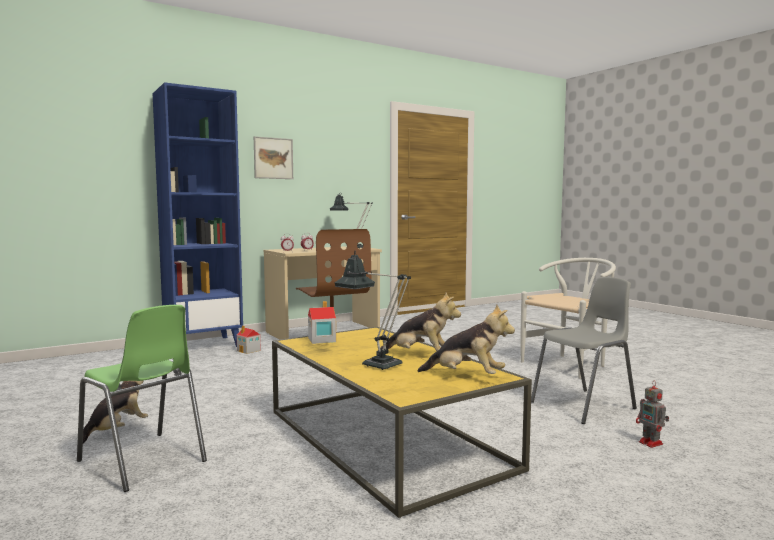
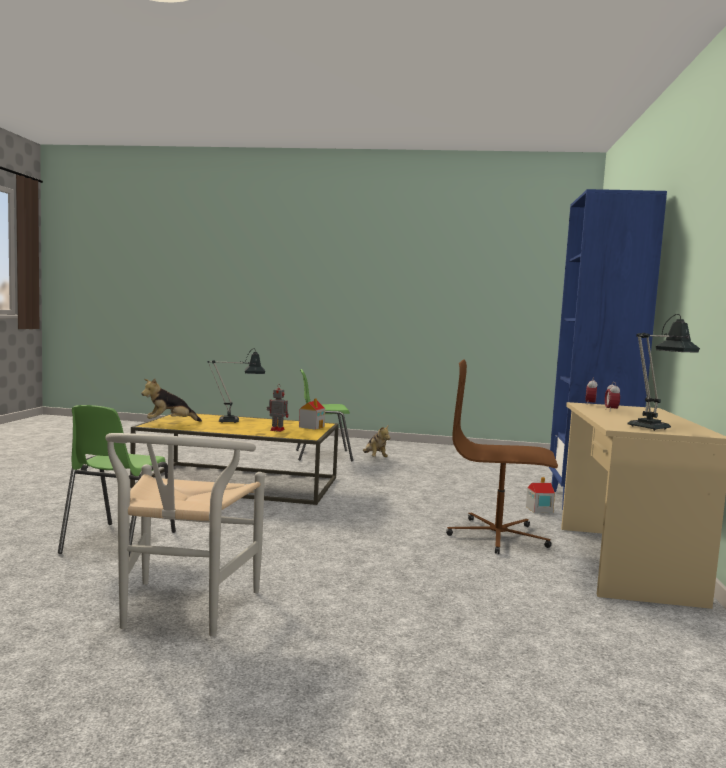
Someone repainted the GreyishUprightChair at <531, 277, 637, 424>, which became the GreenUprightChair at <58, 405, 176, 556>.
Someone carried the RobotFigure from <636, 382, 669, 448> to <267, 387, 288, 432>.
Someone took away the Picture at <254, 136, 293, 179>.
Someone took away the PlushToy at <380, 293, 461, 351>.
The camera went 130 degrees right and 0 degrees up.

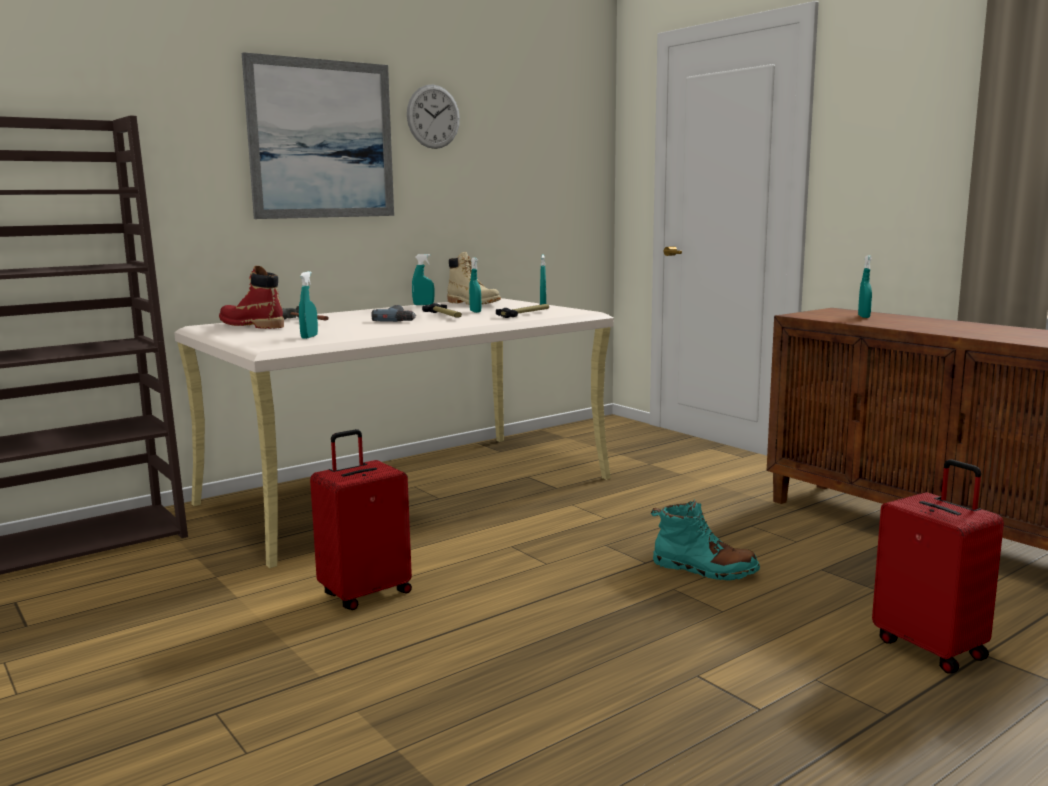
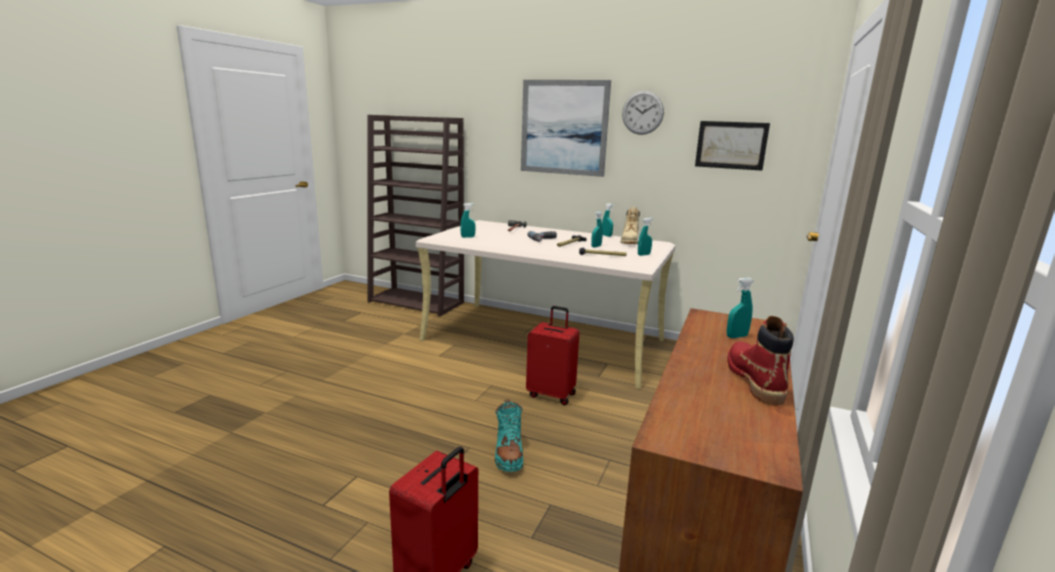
Someone carried the ReddishTravelCase from <310, 429, 412, 610> to <526, 306, 580, 405>.
Someone put up the Picture at <695, 121, 770, 171>.
Someone carried the ReddishHighTopBoot from <219, 266, 284, 329> to <727, 316, 794, 406>.
The camera went 60 degrees right and 5 degrees up.

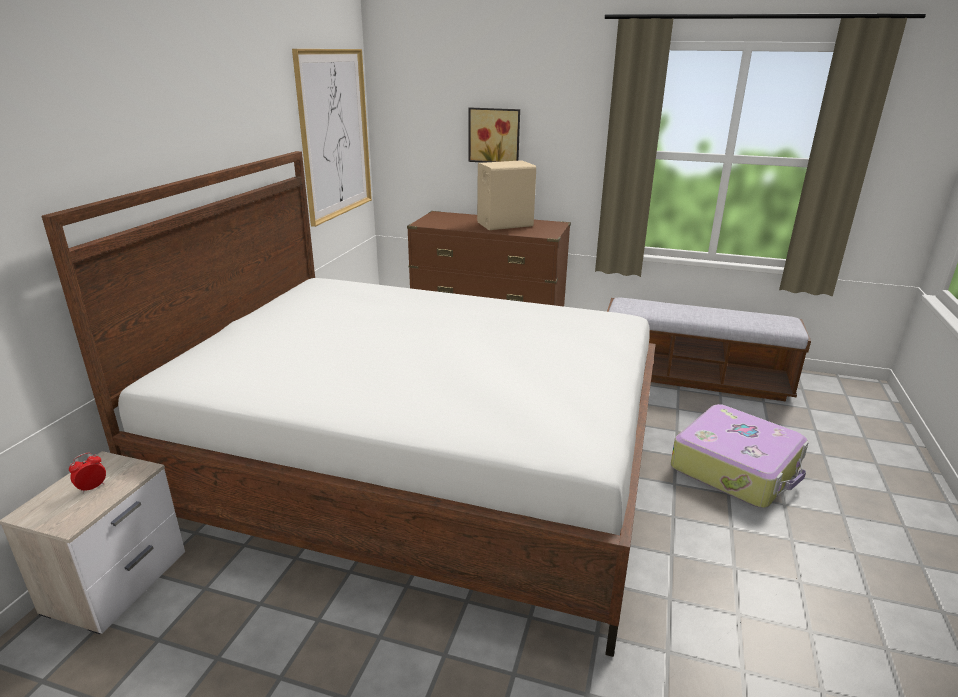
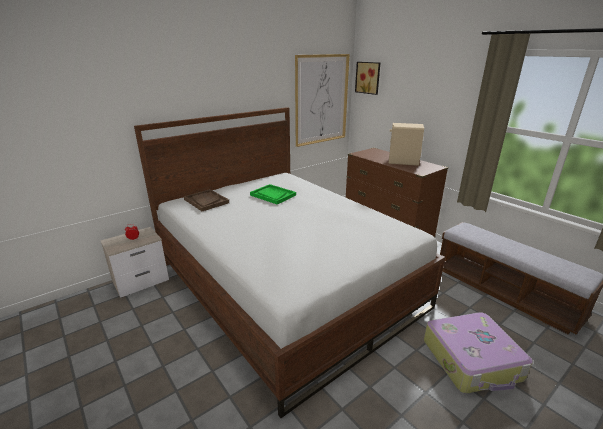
Someone put down the BrownCarryingTray at <184, 189, 229, 211>.
Someone put down the GreenCarryingTray at <250, 184, 296, 204>.
Someone carried the Picture from <468, 108, 520, 163> to <355, 62, 380, 95>.
The camera went 35 degrees right and 0 degrees up.

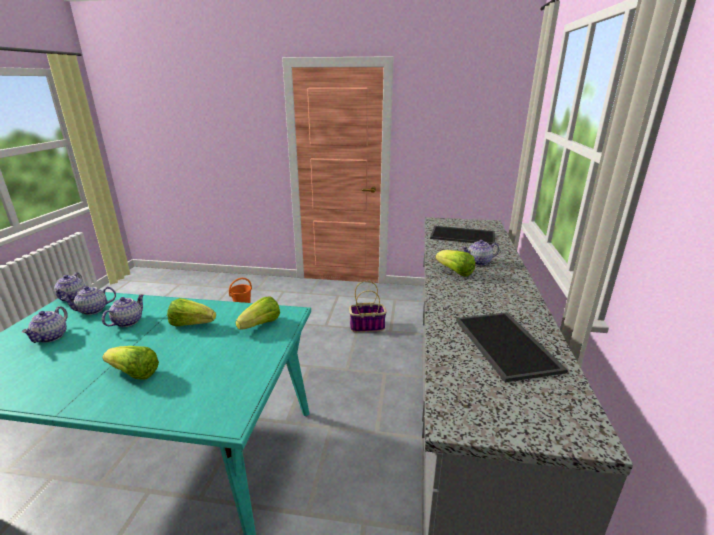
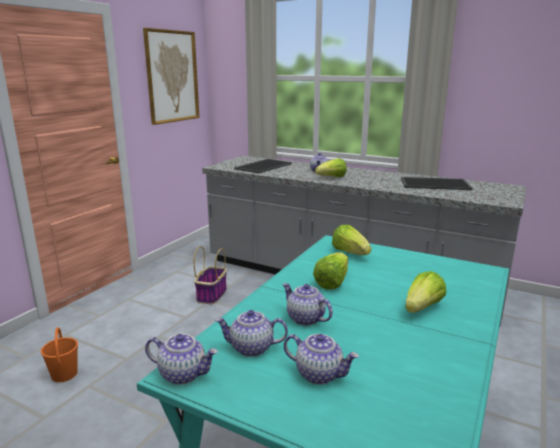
Someone put up the Picture at <143, 28, 200, 125>.
Someone rotated the Teapot at <61, 286, 116, 315> by 105 degrees clockwise.
The camera went 70 degrees left and 5 degrees down.

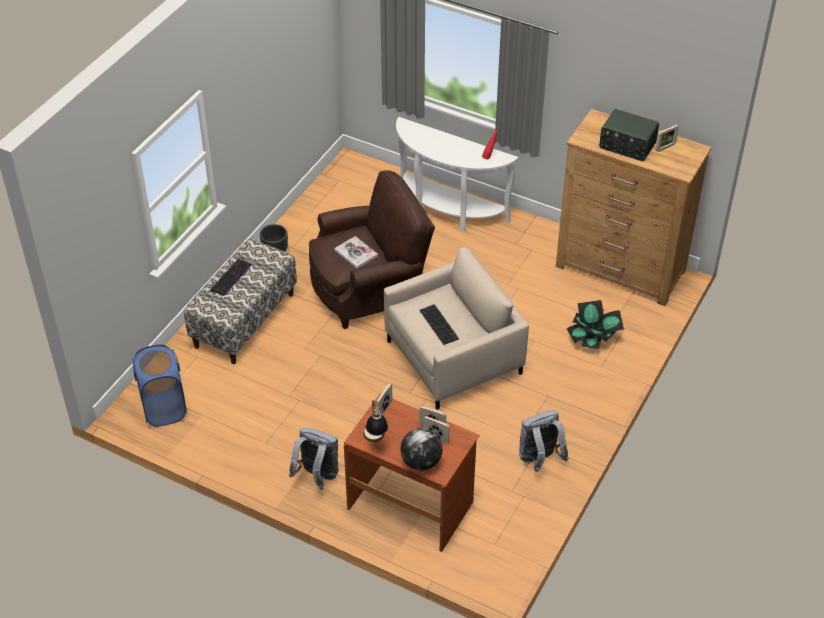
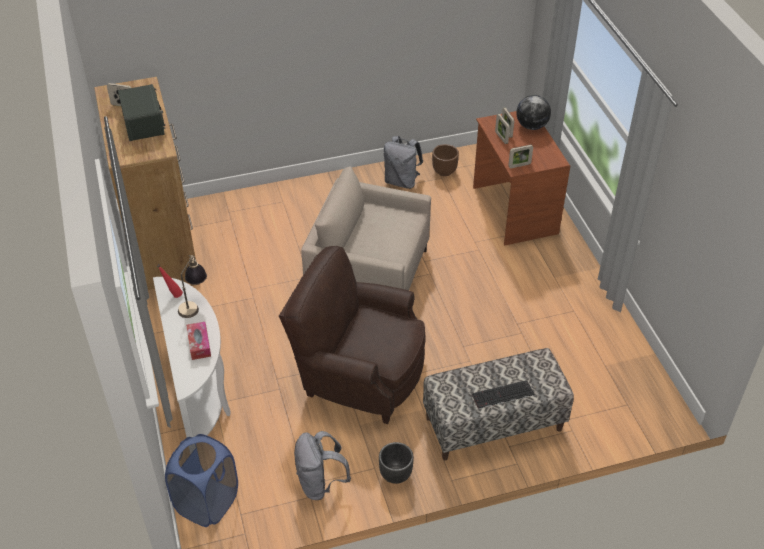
Someone carried the BluishLaundryBasket from <132, 345, 187, 427> to <165, 434, 238, 527>.
Someone carried the TableLamp from <363, 400, 388, 442> to <178, 255, 207, 318>.
Someone put down the BoxOfTissues at <186, 322, 211, 360>.
Someone carried the GreyishBackpack from <289, 428, 339, 489> to <294, 431, 351, 500>.
Someone put down the BrownPlanter at <432, 144, 459, 176>.
Someone took away the Volume at <334, 236, 378, 269>.
Someone took away the ComputerKeyboard at <419, 304, 459, 345>.
Someone took away the Houseplant at <567, 300, 624, 349>.
The camera went 135 degrees left and 0 degrees up.

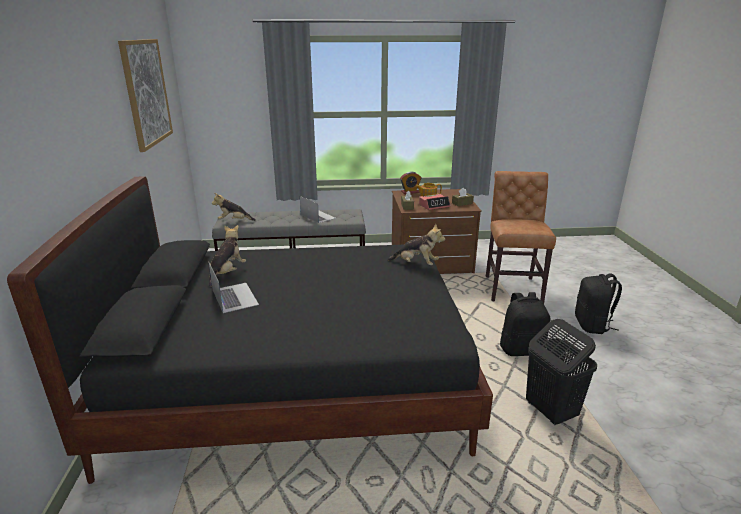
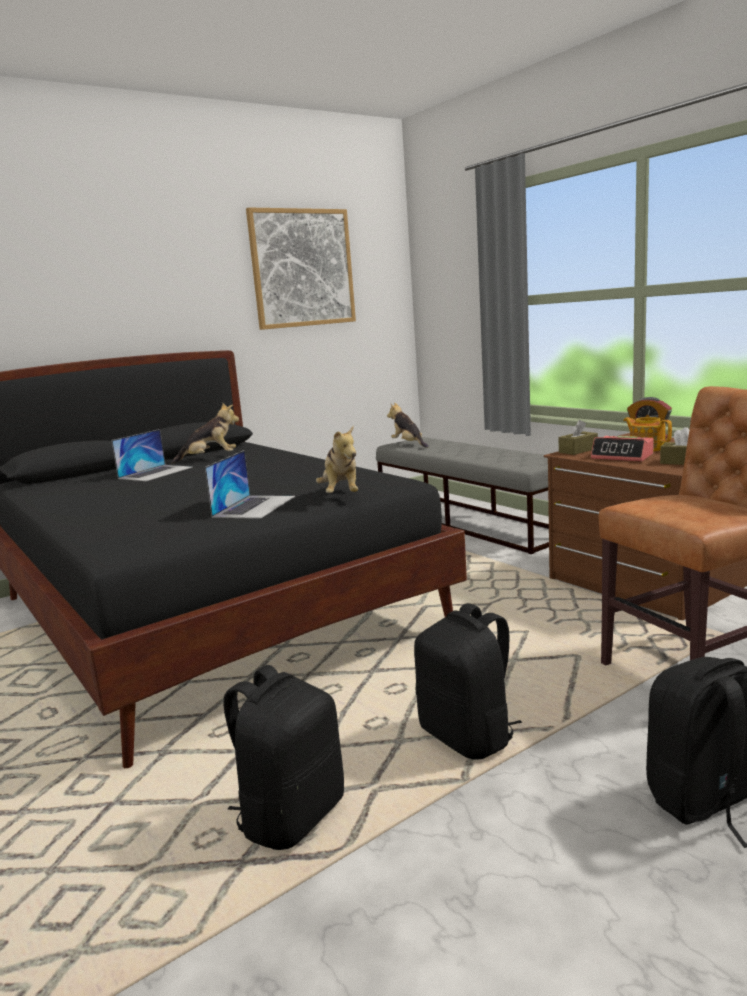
Someone carried the NotebookComputer from <300, 196, 336, 223> to <205, 450, 295, 519>.
Someone swapped the BlackLaundryBasket at <526, 319, 597, 425> for the BlackBackpack at <223, 665, 344, 850>.
The camera went 60 degrees right and 10 degrees down.

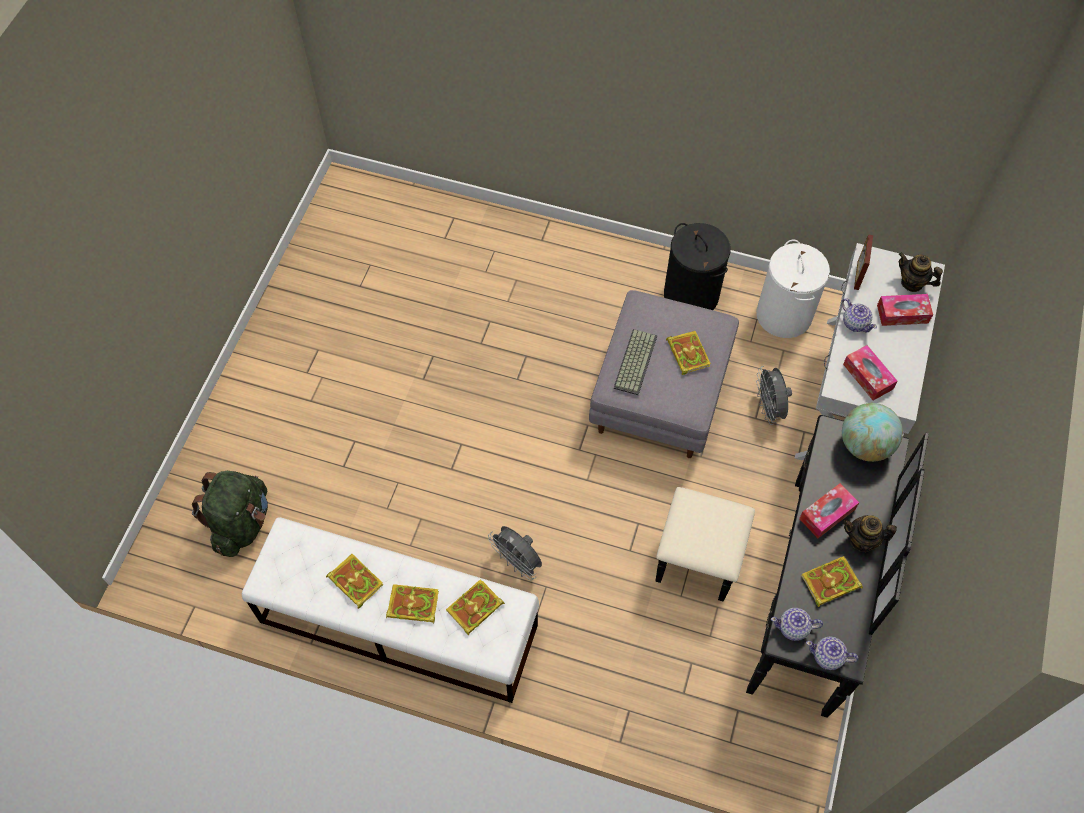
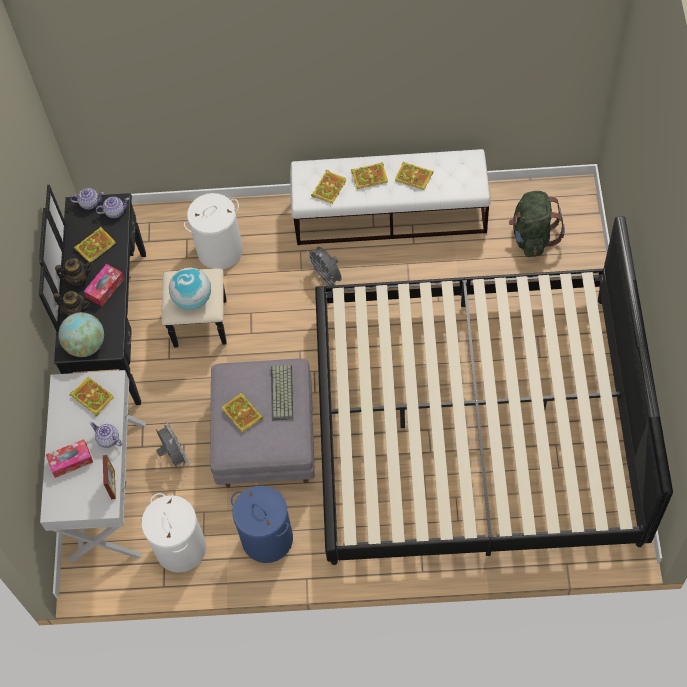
Someone carried the Teapot from <899, 252, 943, 292> to <53, 291, 90, 316>.
Someone swapped the BoxOfTissues at <843, 345, 898, 400> for the Volume at <69, 376, 114, 416>.
Someone put down the Globe at <169, 268, 211, 310>.
Someone put down the WhiteColouredLaundryBasket at <184, 193, 243, 269>.
Someone repainted the BlackLaundryBasket at <664, 223, 731, 310>, which became the BluishLaundryBasket at <231, 486, 293, 563>.
Someone rotated the GreyishElectricFan at <488, 526, 542, 581> by 150 degrees counterclockwise.
Someone put down the SleepingBed at <315, 216, 673, 565>.
The camera went 165 degrees right and 0 degrees up.

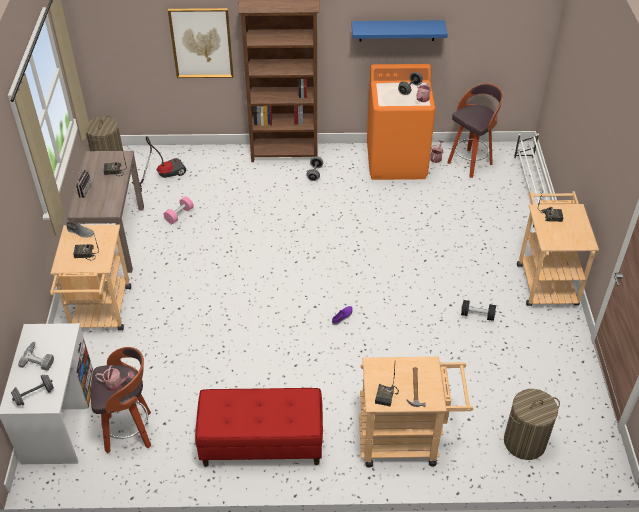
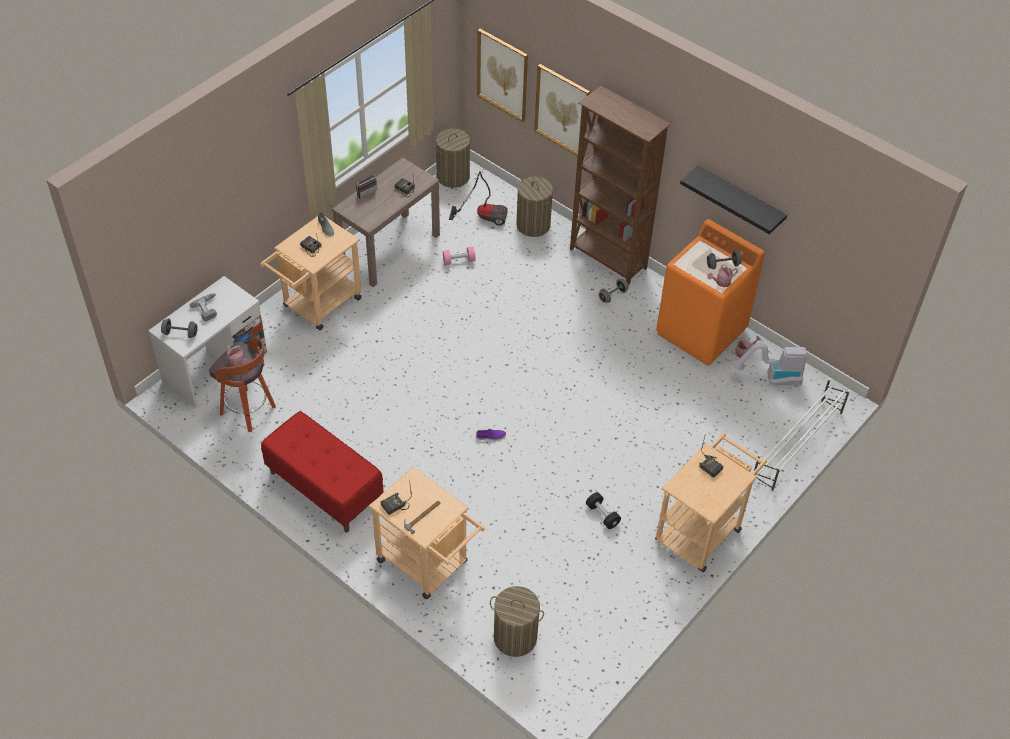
Someone put up the Picture at <477, 29, 528, 122>.
Someone put down the LaundryBasket at <516, 176, 553, 237>.
Someone repainted the BluishBracketShelf at <351, 20, 448, 42>, which became the BlackBracketShelf at <680, 166, 787, 234>.
Someone swapped the Stool at <448, 83, 503, 178> for the Hoover at <732, 343, 807, 387>.
The camera went 40 degrees right and 5 degrees up.

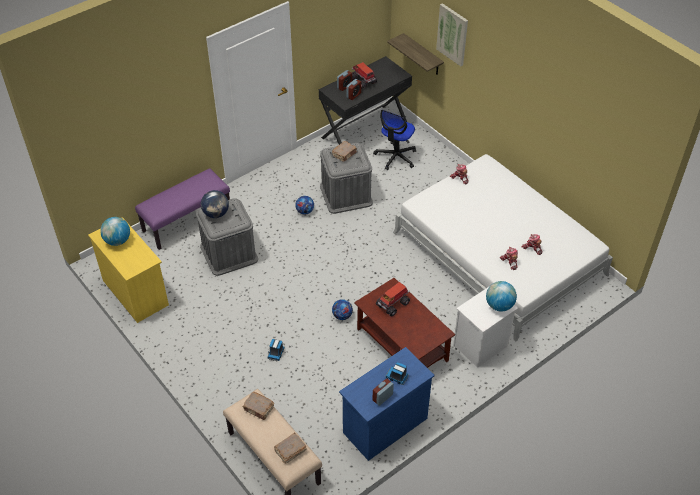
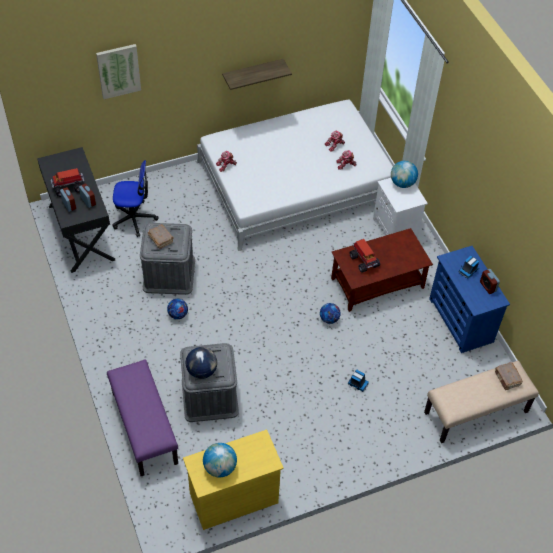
Someone rotated the OfficeChair at <373, 110, 416, 170> by 45 degrees counterclockwise.
Someone carried the BracketShelf from <387, 33, 444, 75> to <222, 59, 292, 90>.
Someone took away the BrownVolume at <242, 392, 274, 420>.
The camera went 75 degrees left and 5 degrees up.

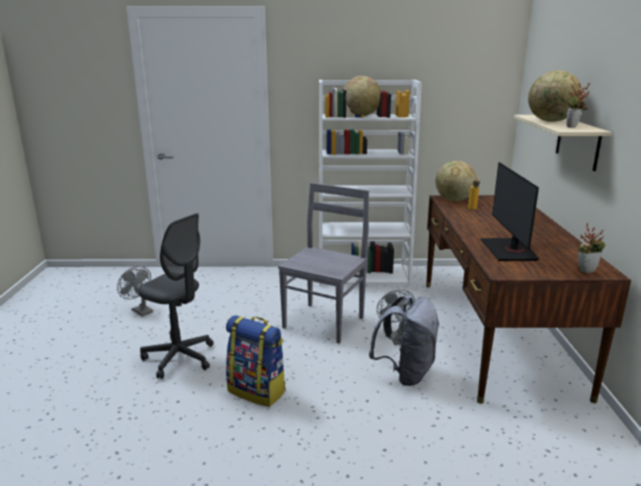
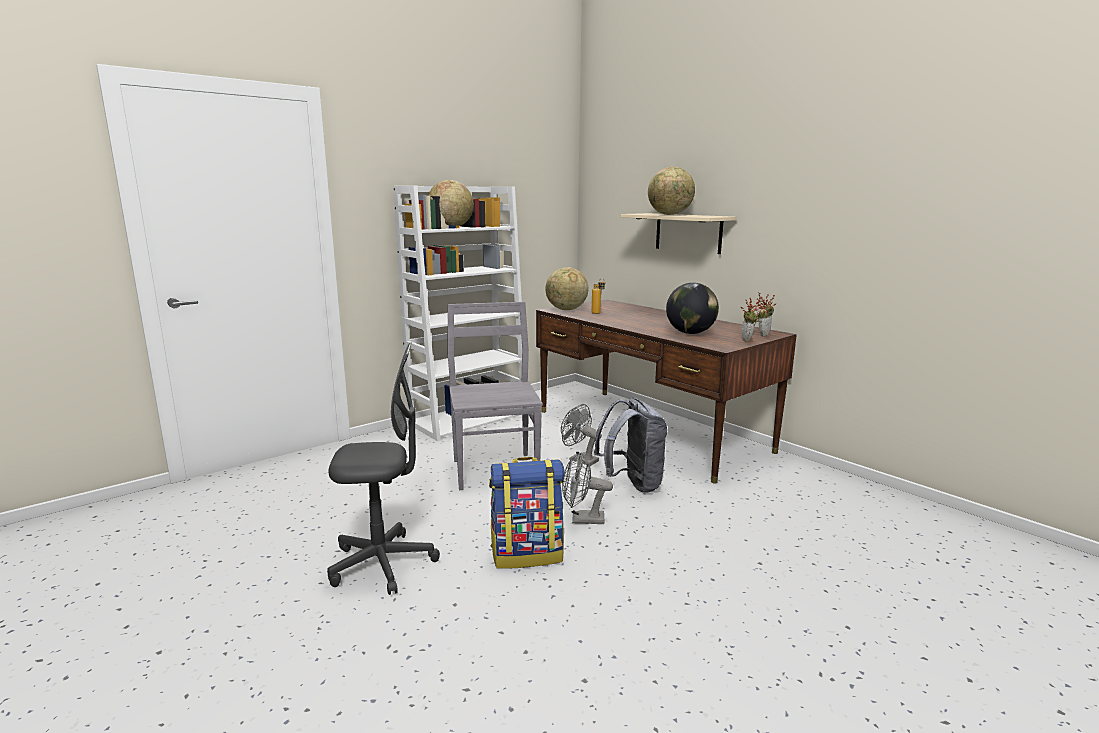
Someone carried the GreyishElectricFan from <117, 266, 153, 316> to <562, 452, 613, 524>.
Someone swapped the ComputerDisplay at <480, 162, 539, 261> for the Globe at <666, 283, 719, 334>.
Someone carried the Houseplant from <566, 82, 591, 128> to <741, 297, 764, 342>.
The camera went 40 degrees left and 5 degrees down.

